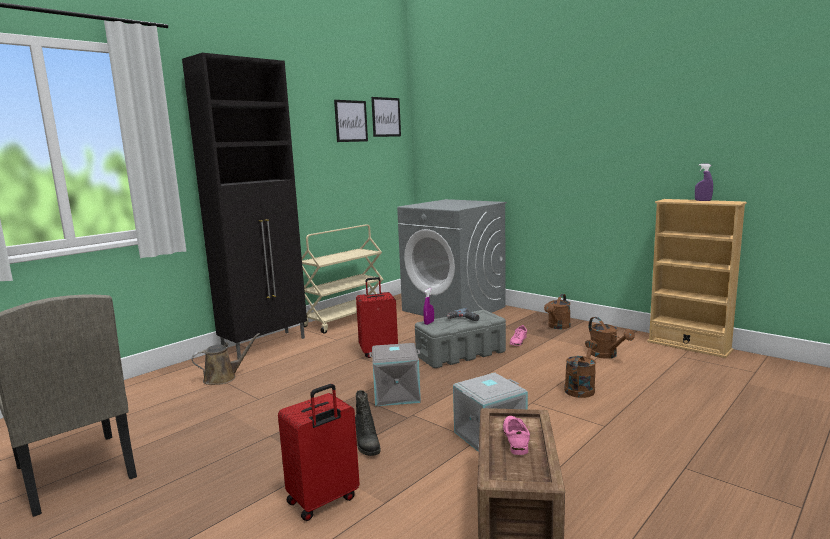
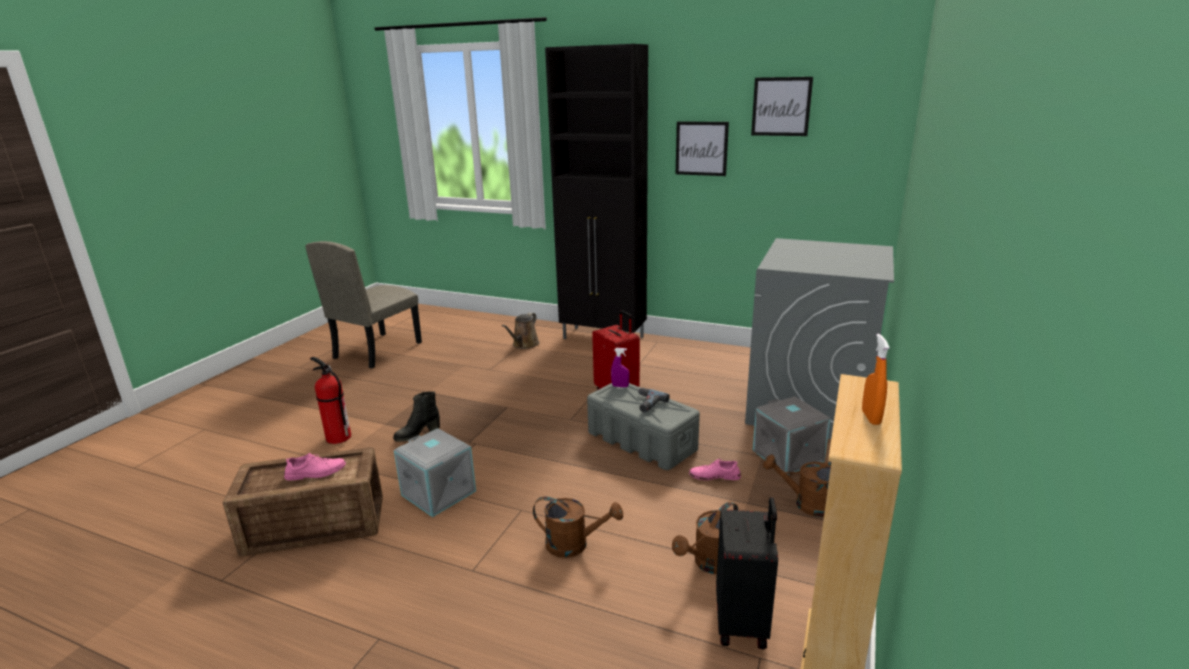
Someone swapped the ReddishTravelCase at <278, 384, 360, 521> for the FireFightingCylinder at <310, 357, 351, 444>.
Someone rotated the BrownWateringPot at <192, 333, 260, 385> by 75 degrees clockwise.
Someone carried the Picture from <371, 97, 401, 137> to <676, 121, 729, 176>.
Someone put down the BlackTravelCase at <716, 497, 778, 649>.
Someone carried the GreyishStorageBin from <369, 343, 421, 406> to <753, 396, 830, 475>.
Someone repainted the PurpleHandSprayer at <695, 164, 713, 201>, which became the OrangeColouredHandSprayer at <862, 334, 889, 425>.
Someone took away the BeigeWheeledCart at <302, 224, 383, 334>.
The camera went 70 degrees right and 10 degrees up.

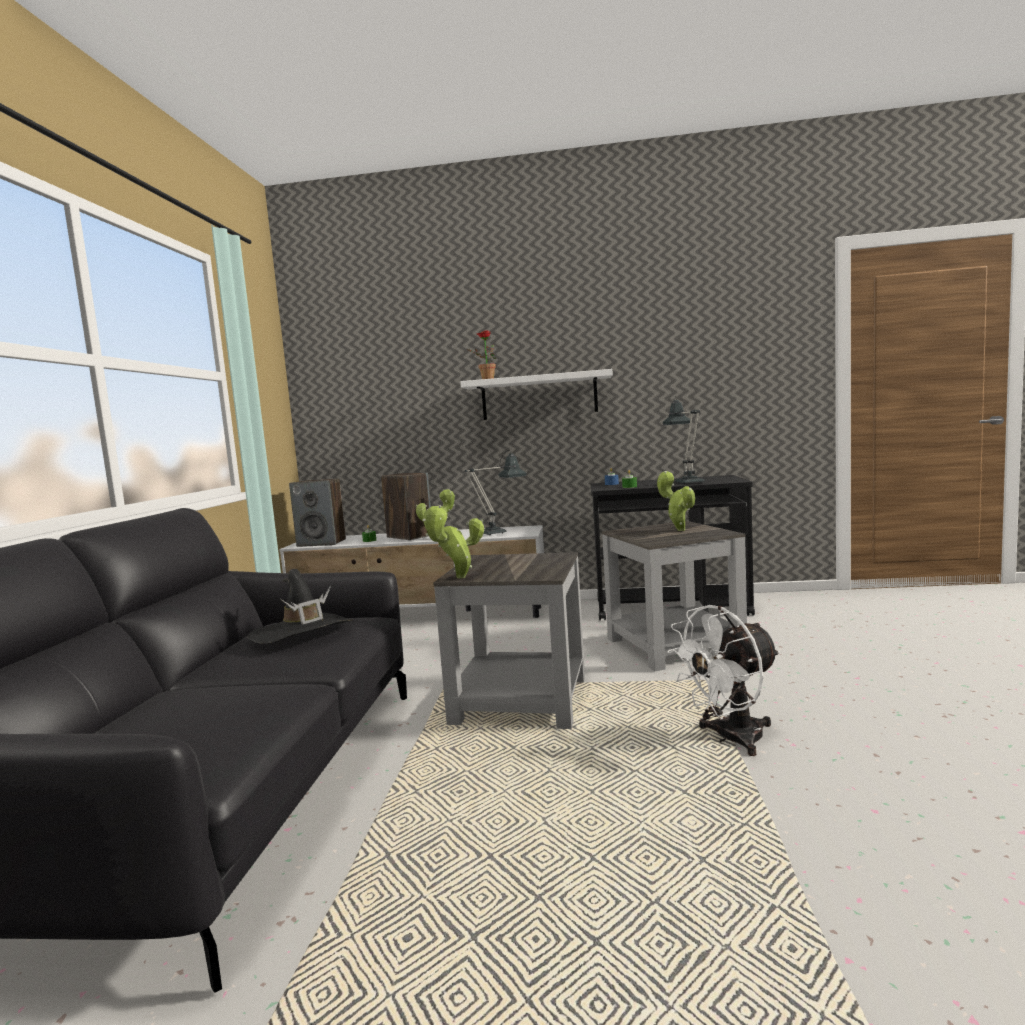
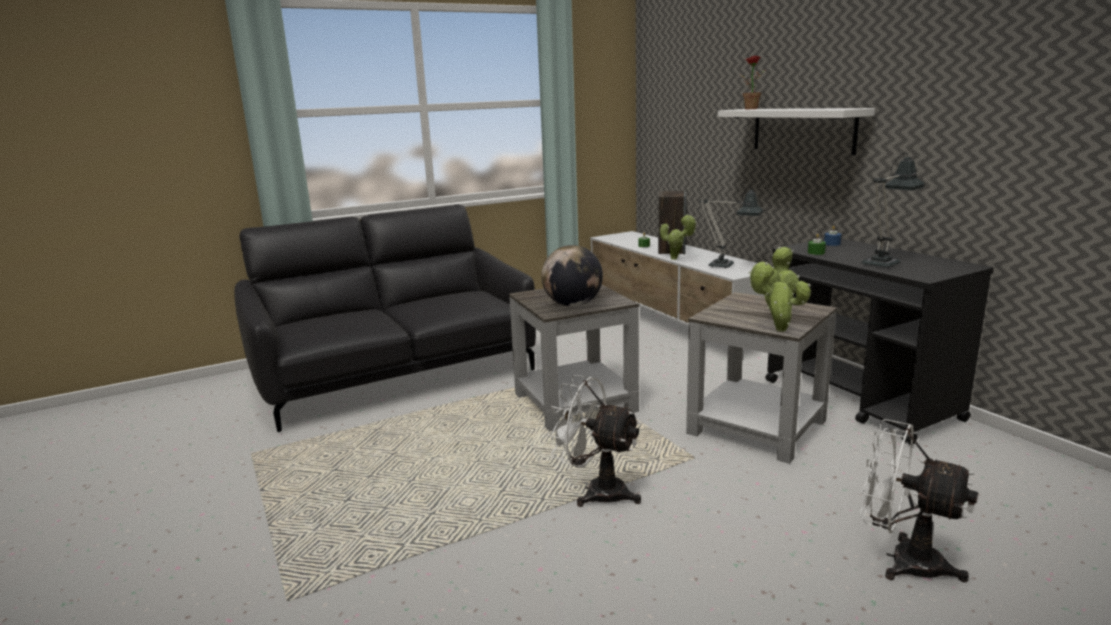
Someone put down the Globe at <541, 245, 603, 307>.
Someone carried the Houseplant from <423, 505, 484, 578> to <749, 262, 811, 332>.
Someone put down the WhiteColouredElectricFan at <860, 419, 978, 582>.
Someone took away the BlackClothingHat at <247, 569, 353, 644>.
Someone took away the Loudspeaker at <289, 478, 346, 547>.
The camera went 55 degrees right and 10 degrees up.

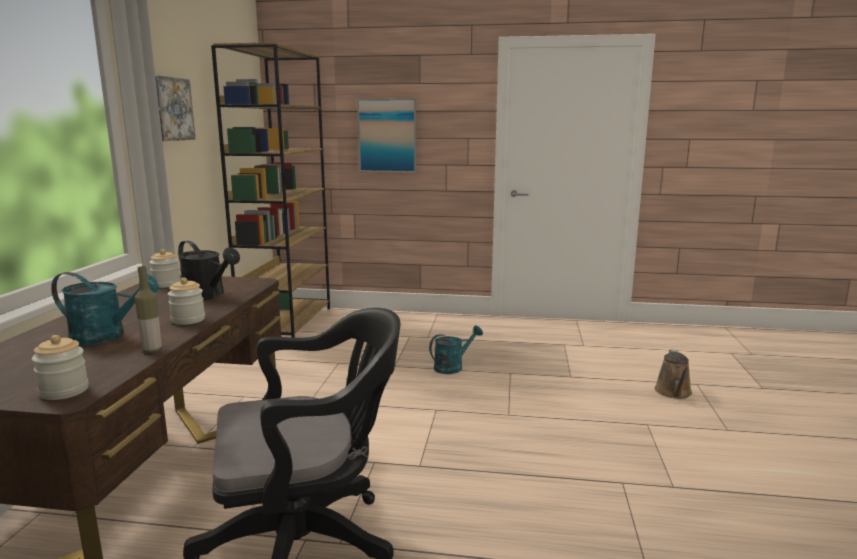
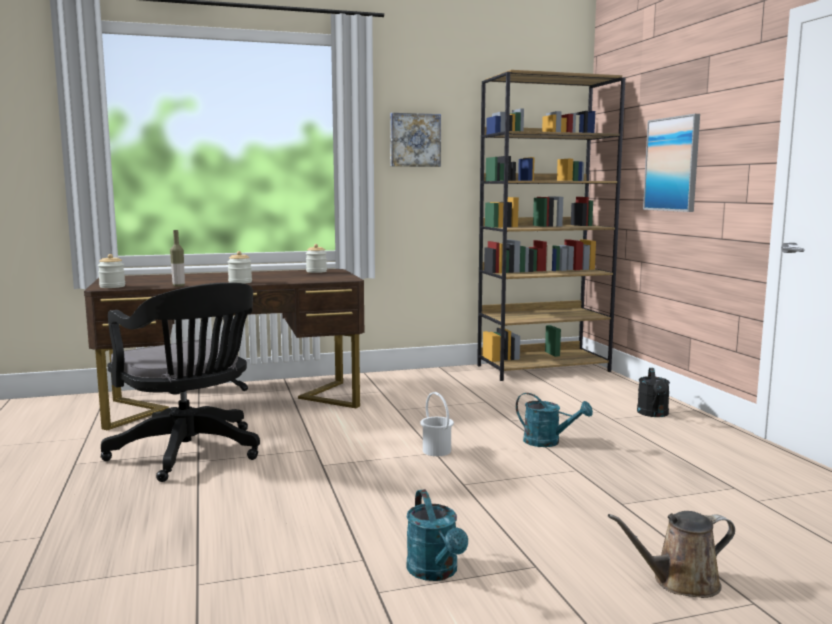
Someone carried the TurquoiseColouredWateringPot from <51, 272, 159, 346> to <406, 489, 468, 581>.
Someone put down the WhiteColouredWaterBucket at <420, 392, 454, 456>.
Someone carried the BlackWateringPot from <178, 240, 240, 300> to <637, 368, 670, 417>.
The camera went 65 degrees right and 5 degrees down.

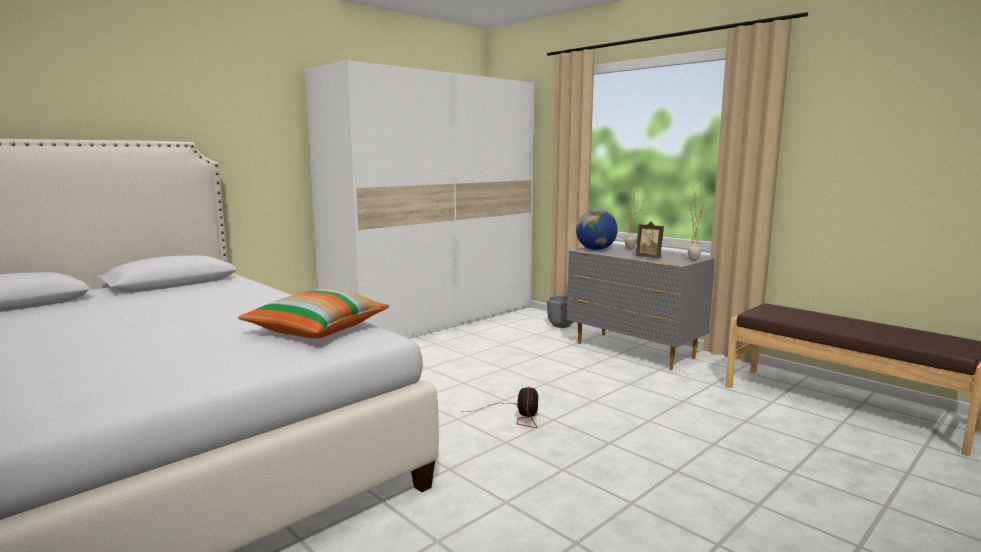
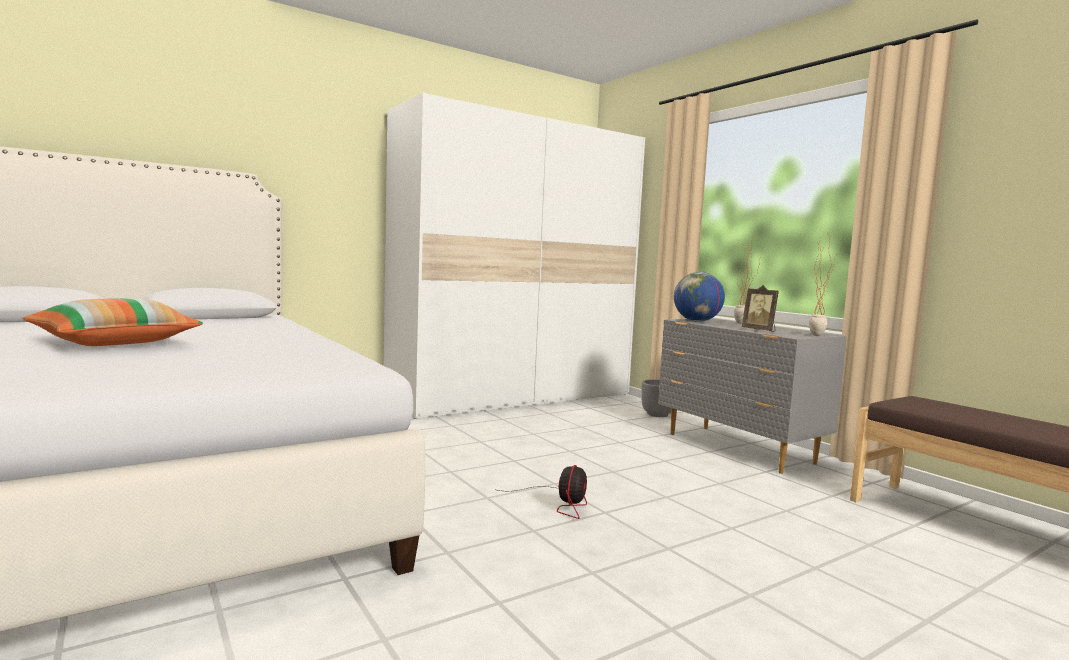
Someone carried the Cushion from <238, 288, 389, 338> to <23, 298, 203, 346>.
The camera went 10 degrees right and 5 degrees down.

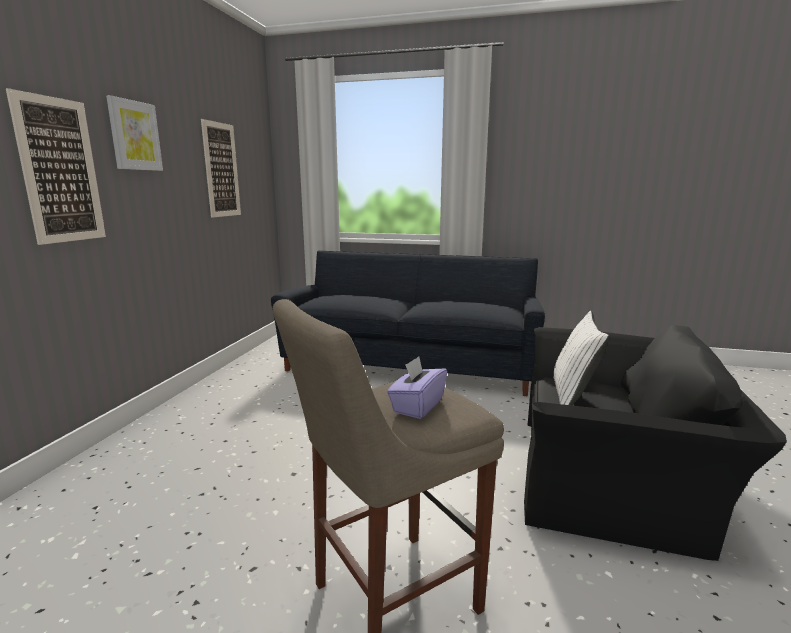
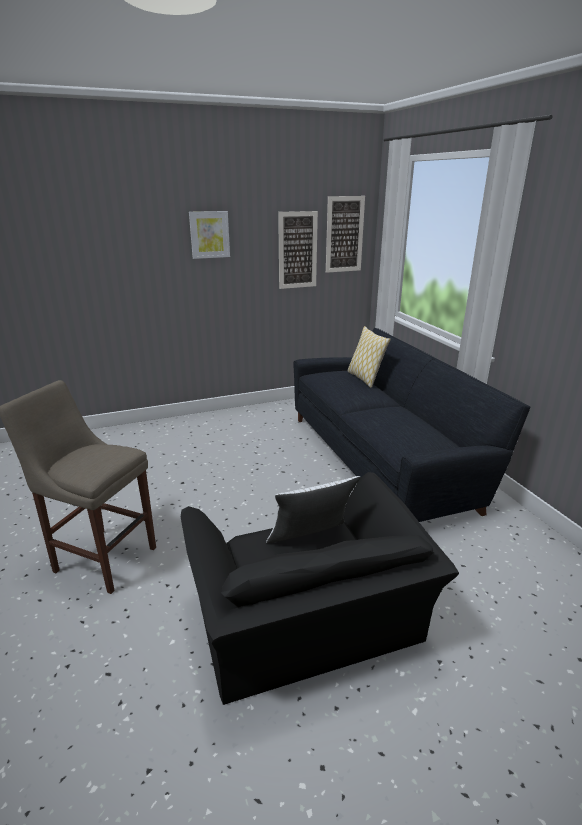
Someone carried the Picture from <6, 88, 106, 245> to <326, 196, 365, 273>.
Someone put down the Cushion at <348, 326, 391, 388>.
Someone took away the PurpleBoxOfTissues at <387, 356, 447, 419>.
The camera went 55 degrees right and 10 degrees up.

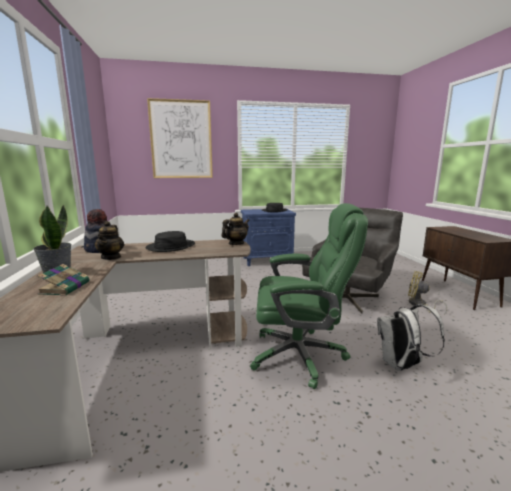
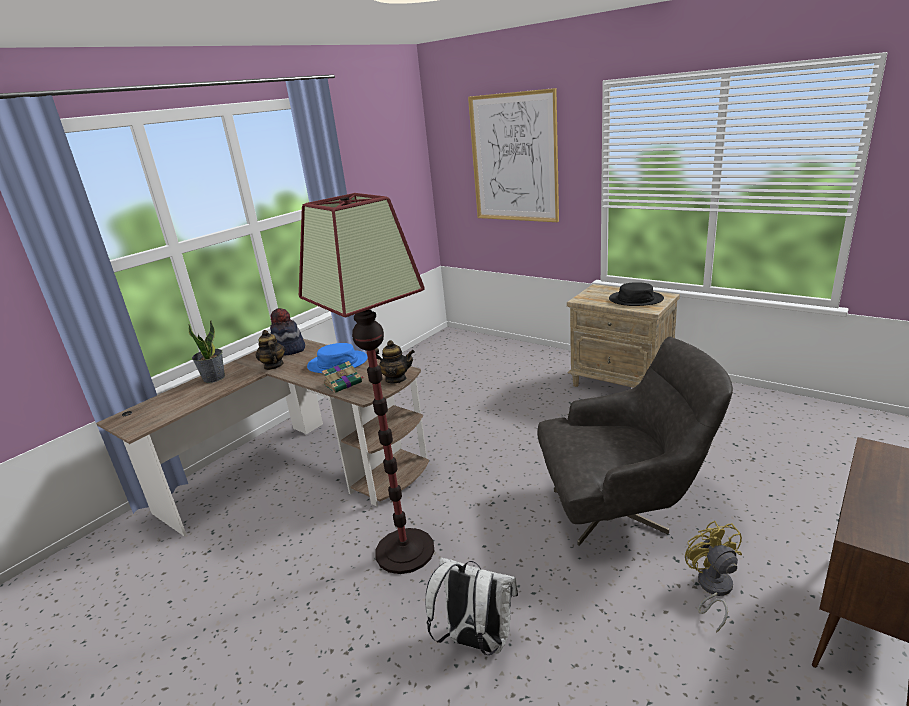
Someone rotated the Teapot at <95, 221, 124, 260> by 105 degrees clockwise.
Someone swapped the GreenOfficeChair at <250, 203, 368, 389> for the FloorLamp at <299, 193, 434, 574>.
Someone repainted the BlackClothingHat at <146, 231, 195, 252>, which became the BluishClothingHat at <307, 343, 368, 373>.
Someone carried the Volume from <37, 264, 89, 296> to <322, 361, 365, 393>.
Someone repainted the BluishNightTable at <241, 209, 296, 266>, which became the BeigeNightTable at <567, 284, 680, 388>.
The camera went 50 degrees right and 10 degrees up.

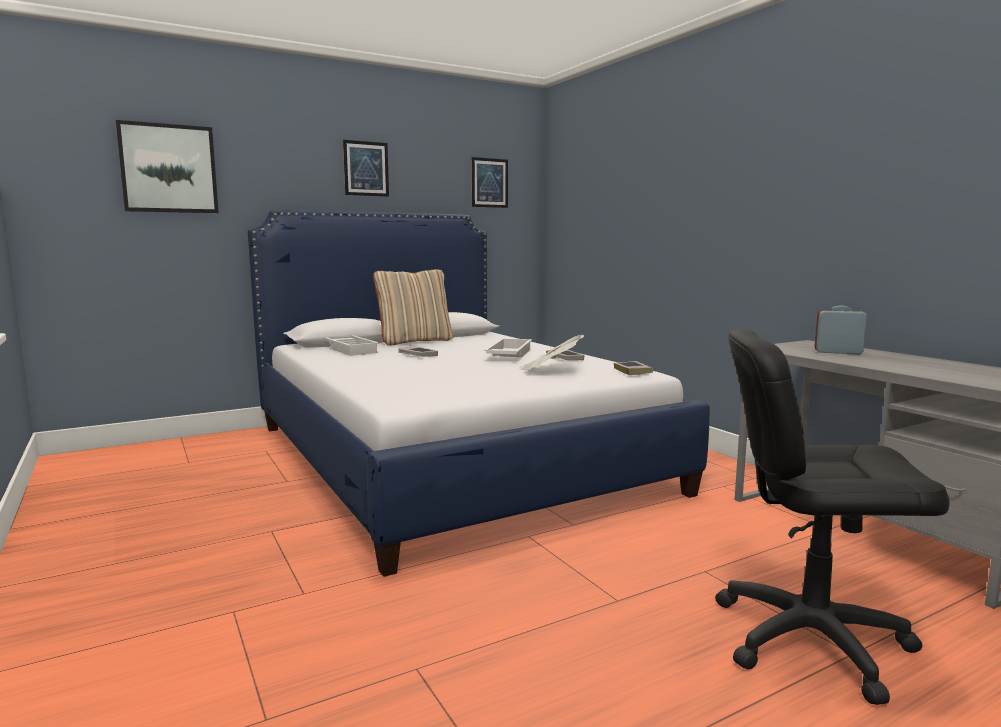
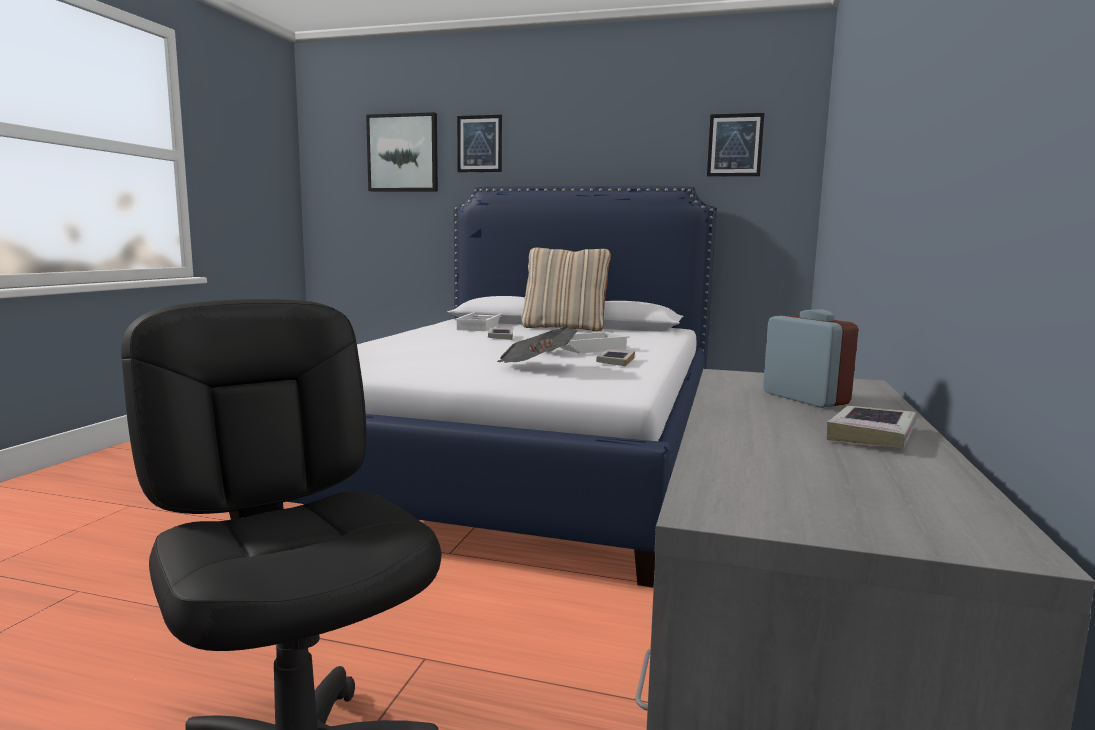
Someone carried the Picture from <343, 140, 389, 197> to <457, 115, 502, 172>.
Someone carried the Volume from <614, 361, 653, 375> to <827, 406, 916, 447>.
The camera went 45 degrees right and 0 degrees up.

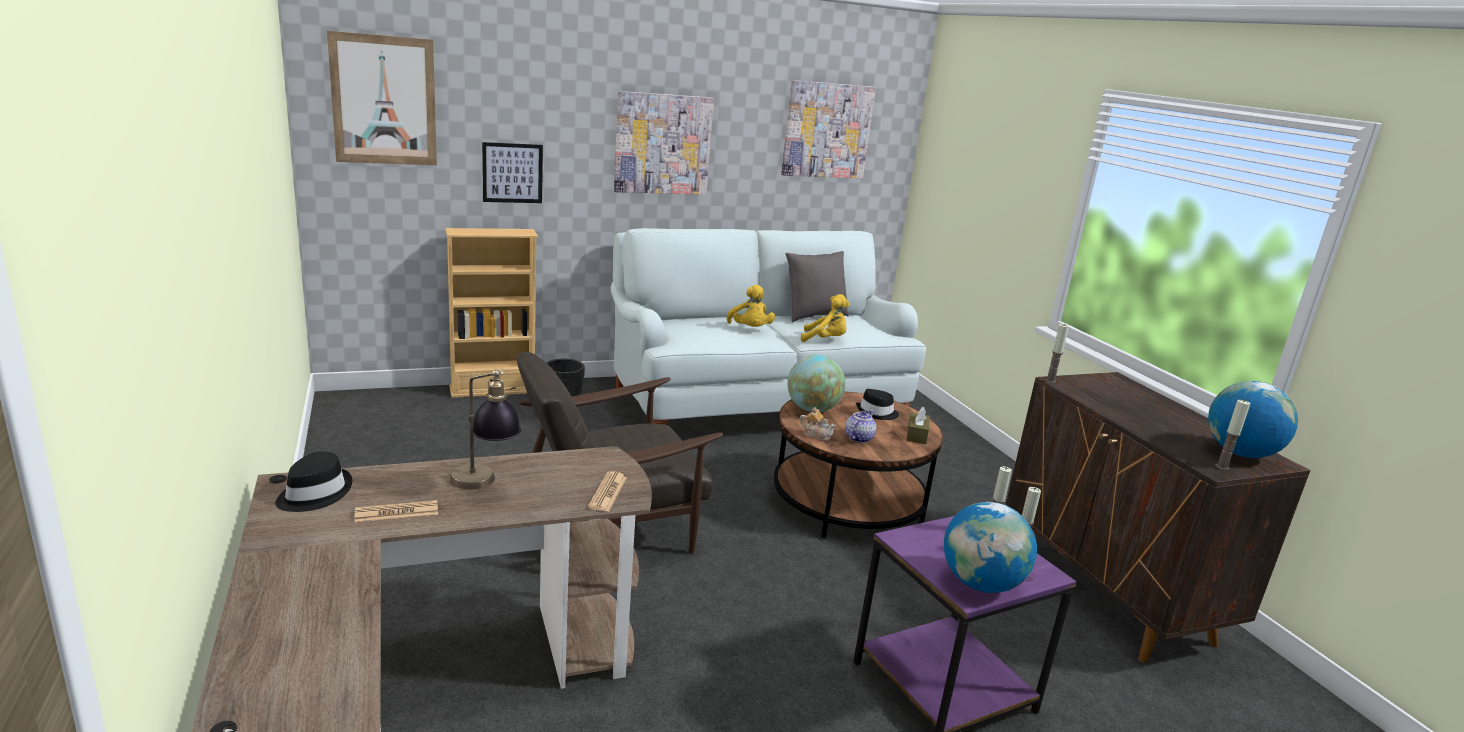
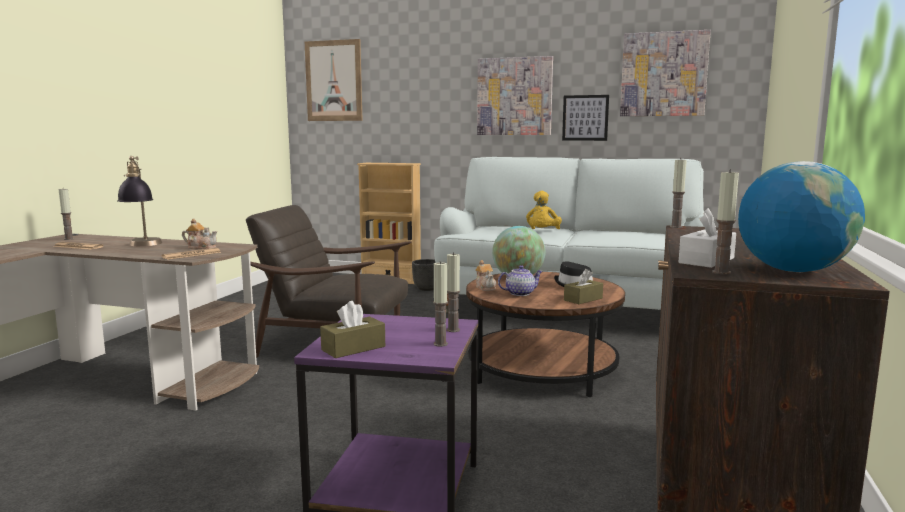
Someone swapped the BlackClothingHat at <275, 451, 353, 512> for the WaxCandle at <58, 189, 74, 240>.
Someone put down the Teapot at <182, 218, 217, 249>.
Someone swapped the Globe at <944, 501, 1037, 593> for the BrownBoxOfTissues at <320, 301, 385, 358>.
Someone carried the Picture from <482, 142, 543, 203> to <562, 95, 609, 141>.
Someone put down the WhiteColouredBoxOfTissues at <679, 208, 736, 268>.
Someone took away the GreyishCushion at <785, 251, 849, 322>.
Someone took away the YellowPlushToy at <801, 294, 850, 342>.
The camera went 40 degrees right and 10 degrees down.

